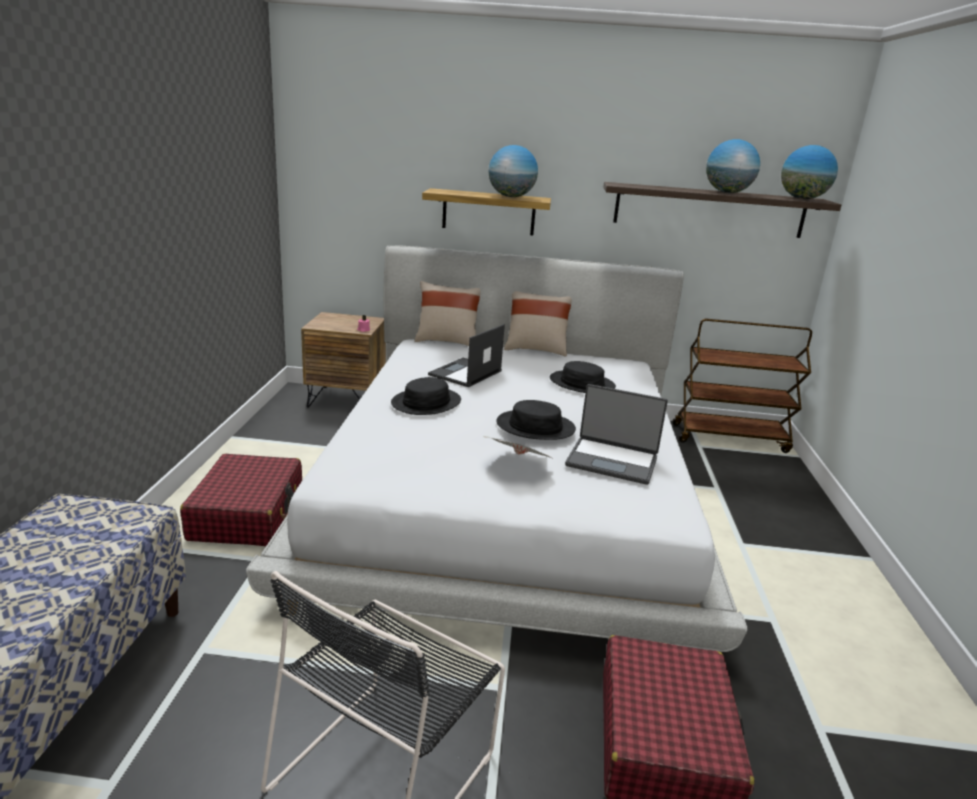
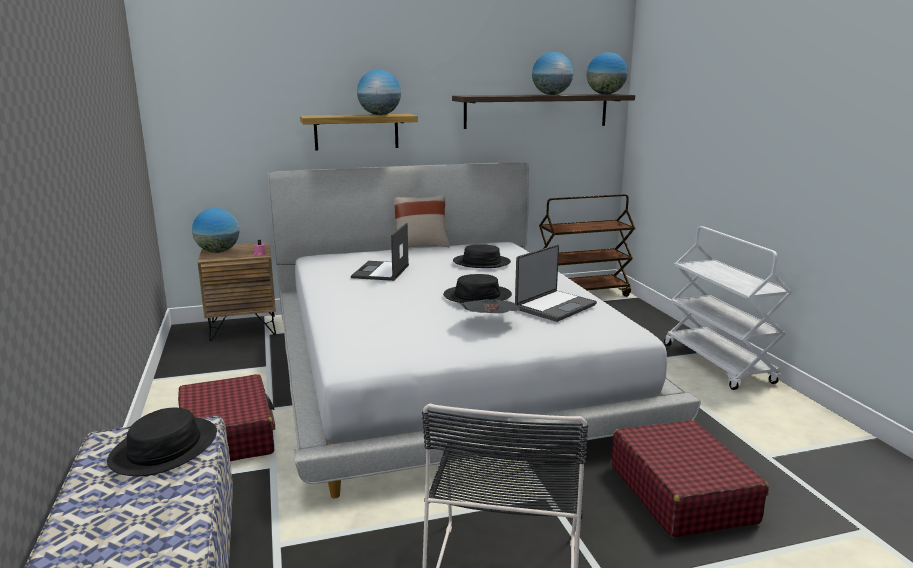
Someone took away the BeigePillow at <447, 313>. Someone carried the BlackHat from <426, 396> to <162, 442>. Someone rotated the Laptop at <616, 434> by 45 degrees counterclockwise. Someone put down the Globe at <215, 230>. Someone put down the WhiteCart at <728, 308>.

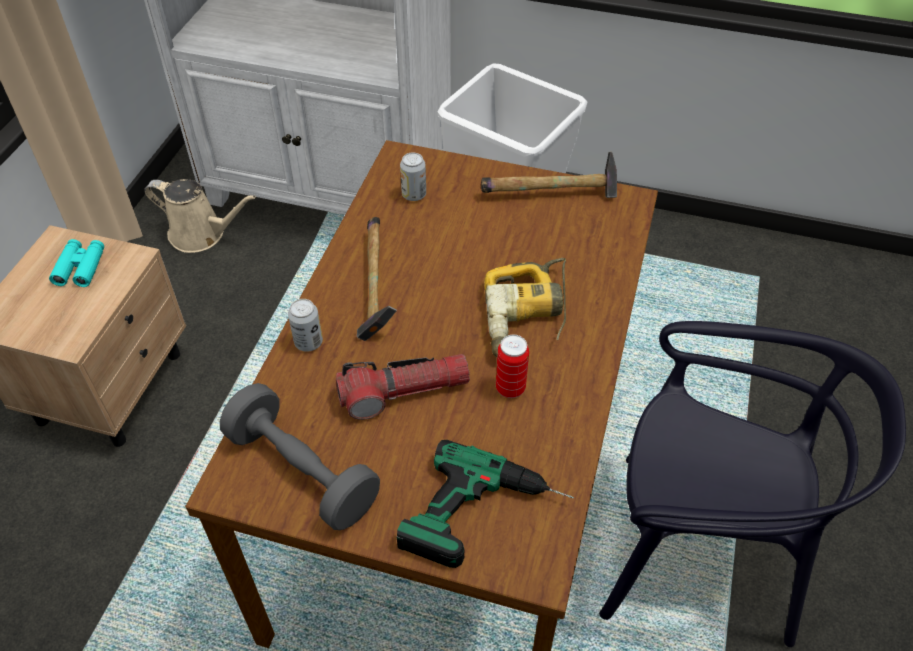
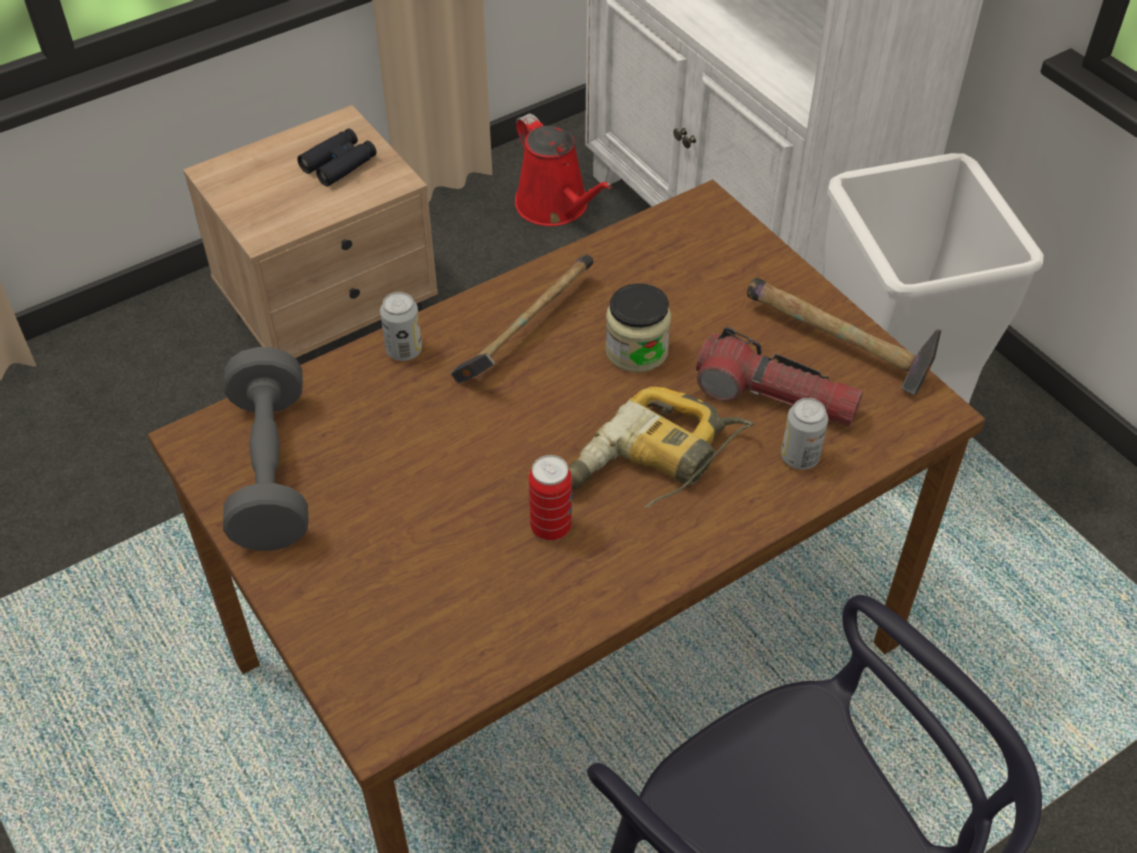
Someone carried the Can from <413, 176> to <804, 434>. Someone repainted the BeigeWateringCan at <200, 216>, which became the RedWateringCan at <563, 169>. Someone repainted the TurquoiseBinoculars at <76, 263>, which became the BlackBinoculars at <337, 157>. Someone carried the Flashlight from <403, 387> to <779, 376>. Someone took away the PowerDrill at <485, 504>. Someone put down the Jar at <638, 327>.

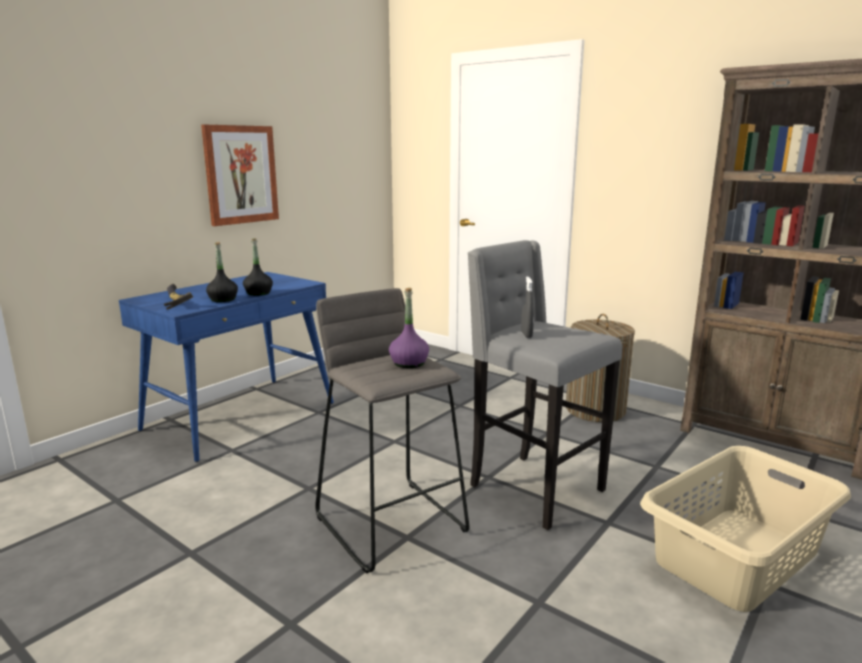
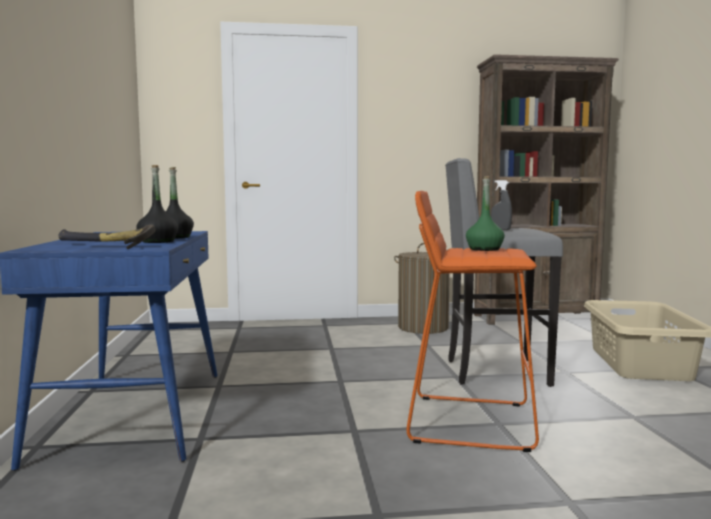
Someone took away the Picture at <240, 175>. Someone repainted the GreyStool at <392, 430>, which became the OrangeStool at <473, 321>. Someone repainted the PurpleBottle at <409, 328>, which became the GreenBottle at <485, 213>.

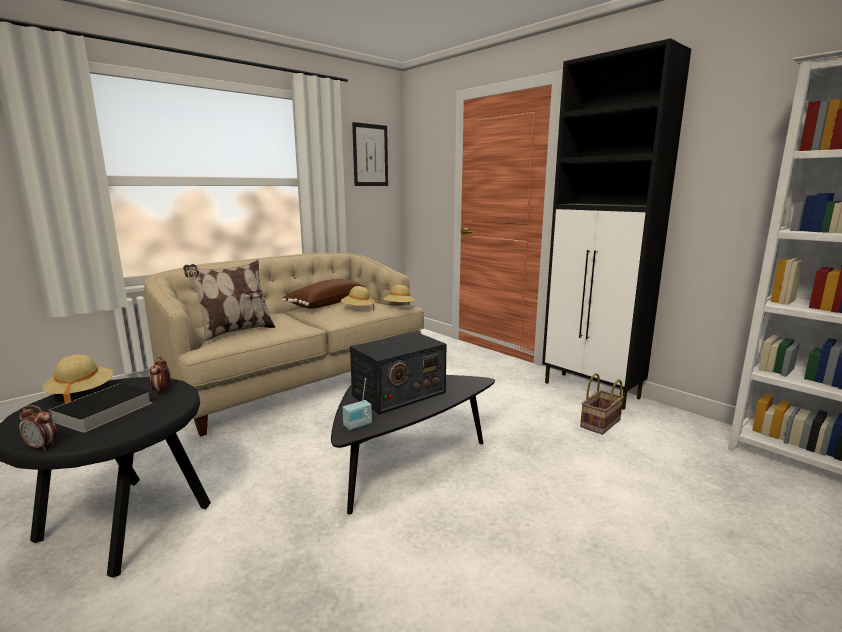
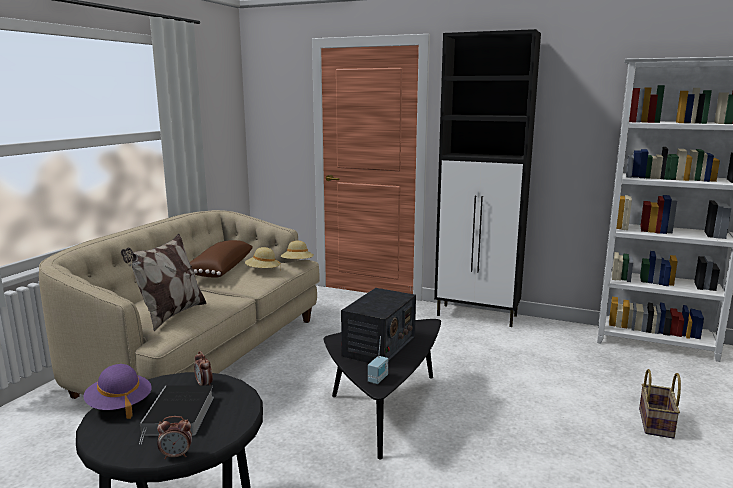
Someone took away the Picture at <370, 154>. Someone repainted the BeigeHat at <78, 379>, which became the PurpleHat at <117, 391>. Someone carried the Basket from <602, 404> to <660, 404>.

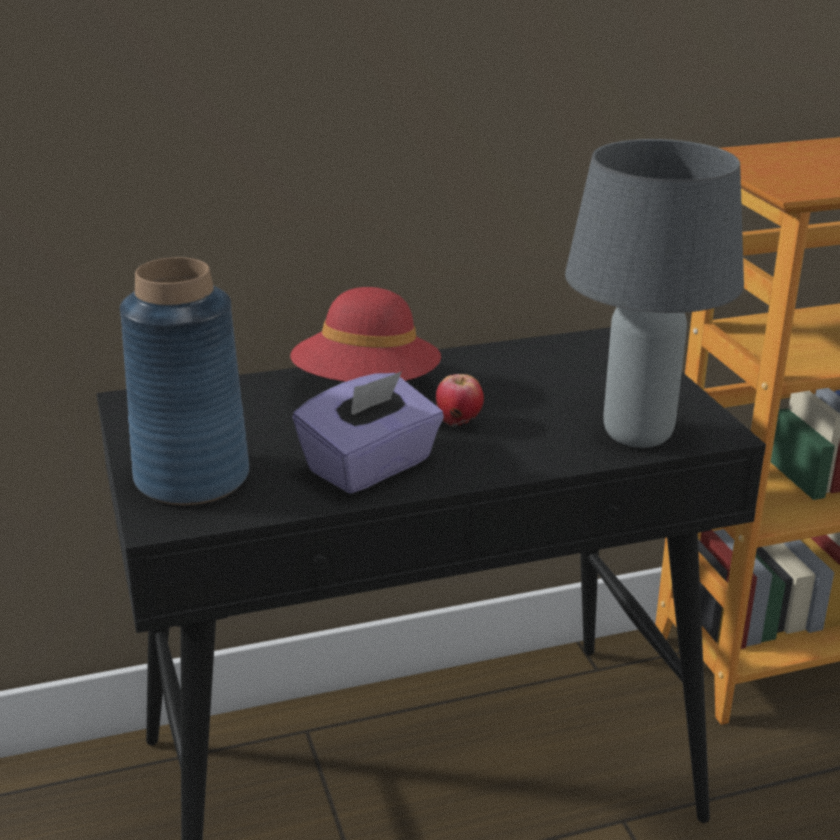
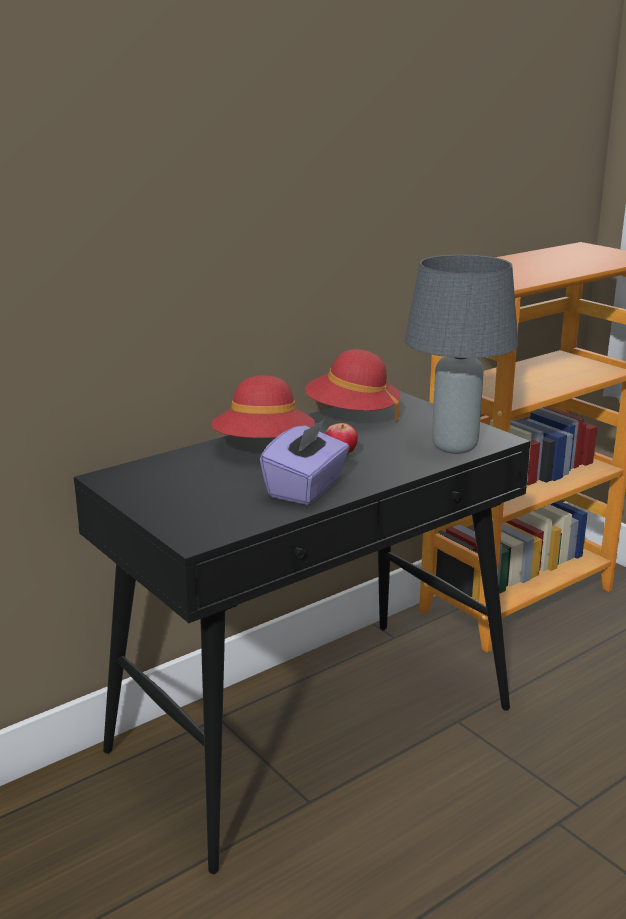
Someone took away the BlueVase at <184, 381>. Someone put down the RedHat at <353, 385>.

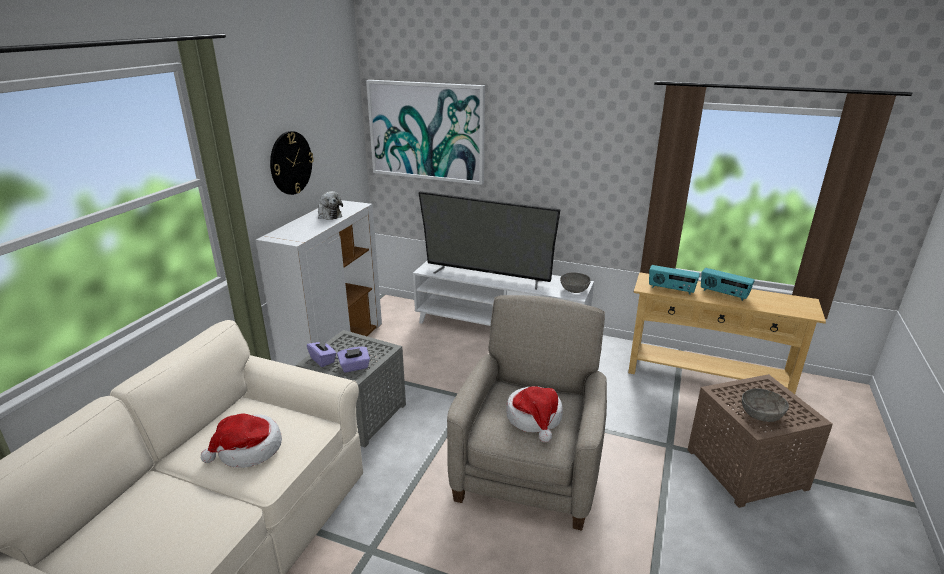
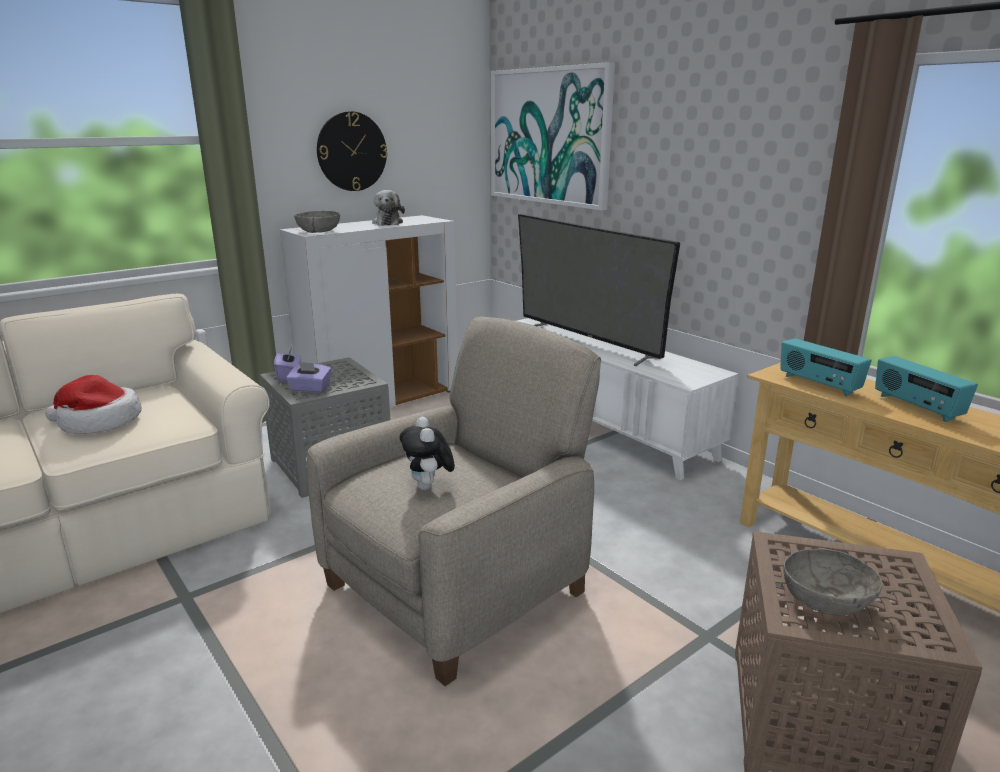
Someone carried the GreyBowl from <575, 282> to <317, 222>. Someone swapped the Hat at <534, 414> for the PlushToy at <427, 453>.

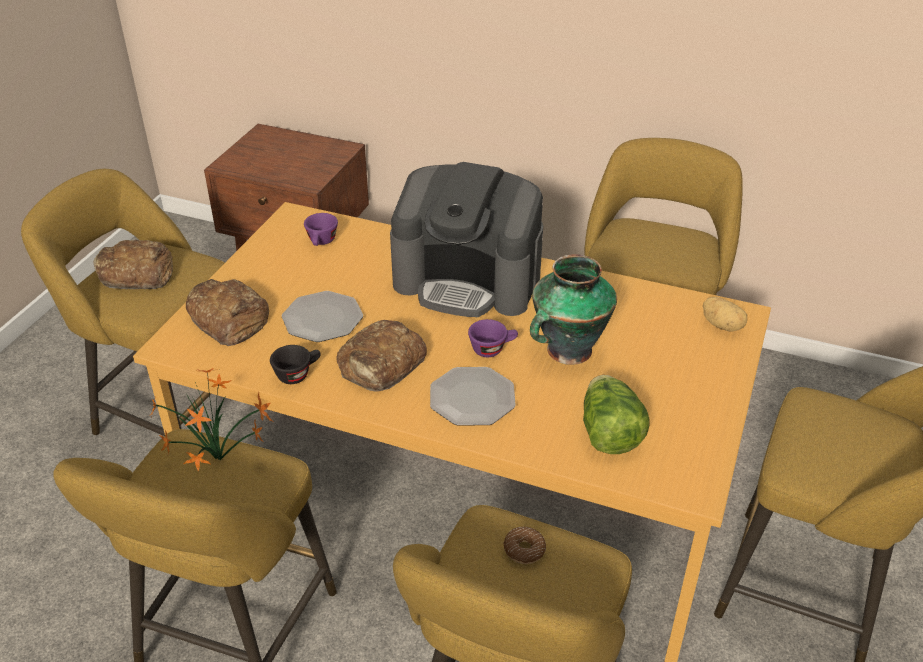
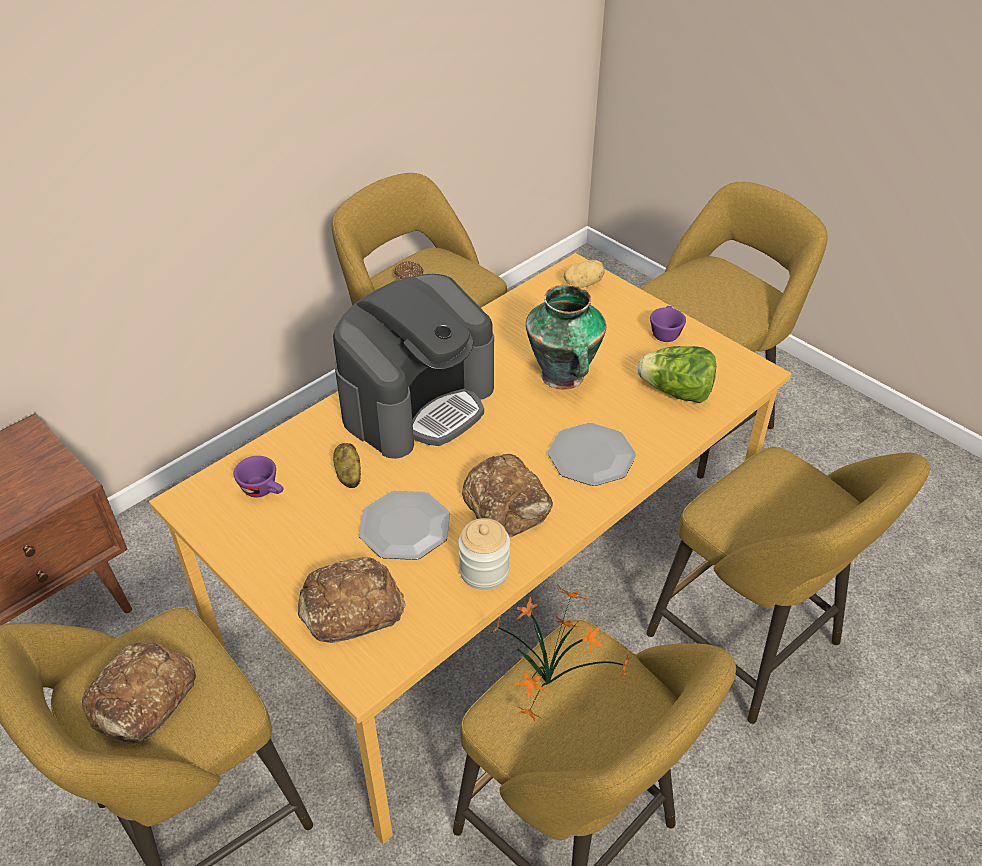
Someone carried the PurpleCup from <493, 338> to <668, 324>. Someone swapped the BlackCup at <295, 364> for the Jar at <484, 554>. Someone carried the Donut from <524, 545> to <409, 270>. Someone put down the Potato at <347, 465>.

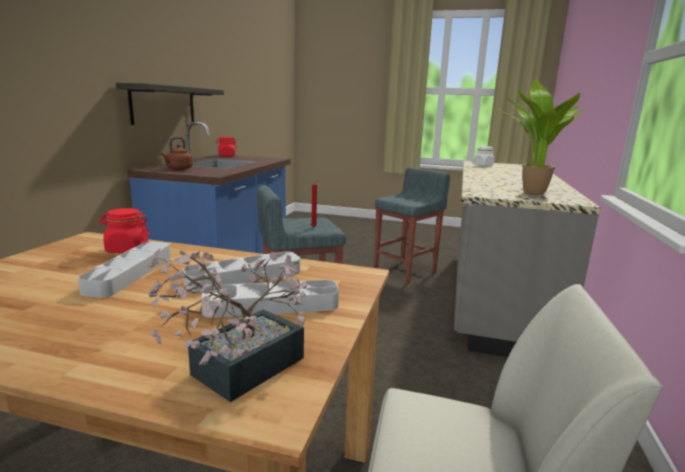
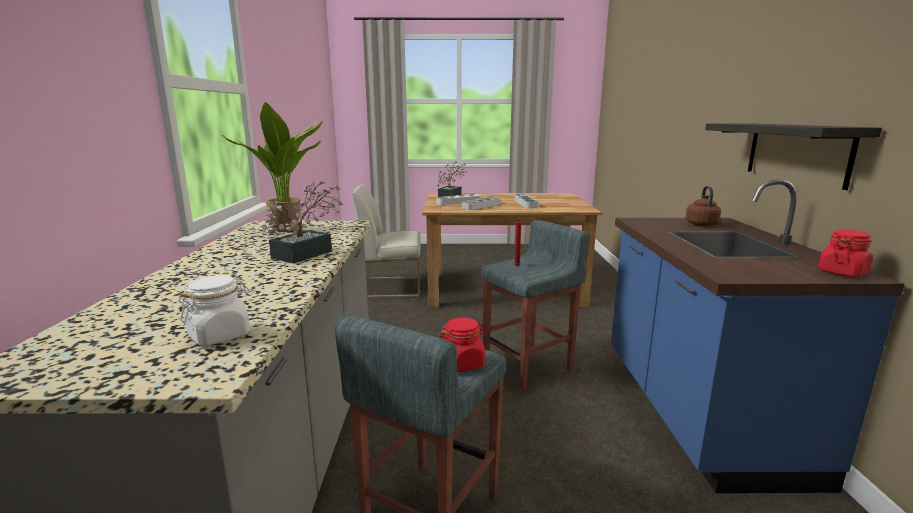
Someone carried the RedJar from <124, 230> to <463, 344>. Someone put down the PottedPlant at <302, 221>.

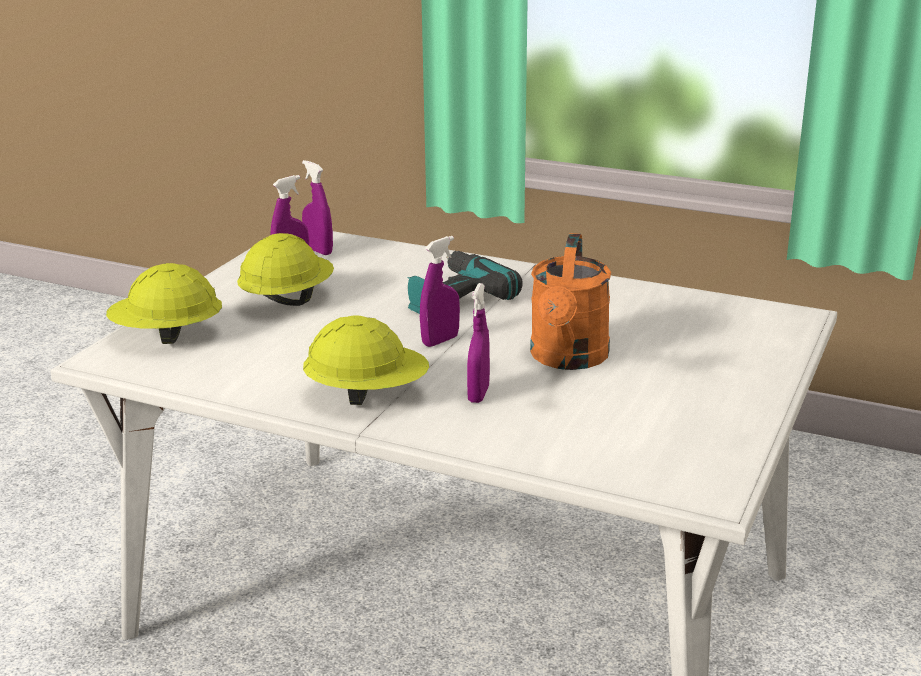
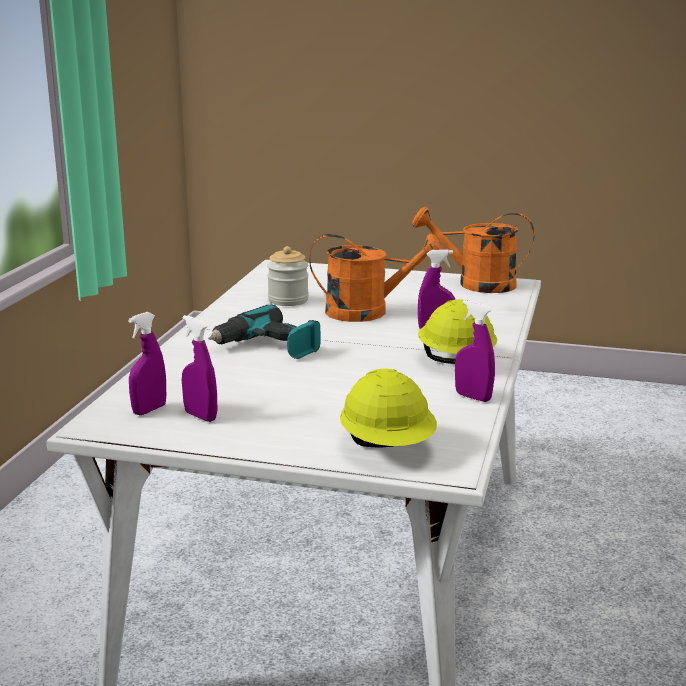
Someone took away the YellowHardHat at <285, 269>. Someone carried the PurpleSprayBottle from <440, 291> to <475, 351>. Someone put down the OrangeWateringCan at <473, 249>. Someone put down the Jar at <288, 276>.

